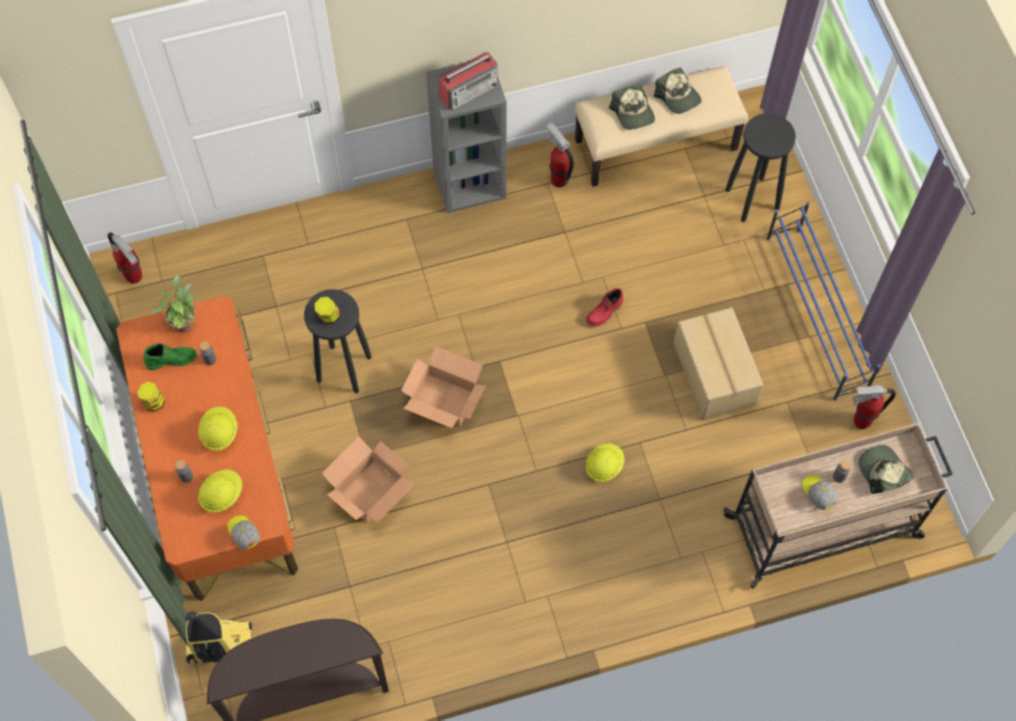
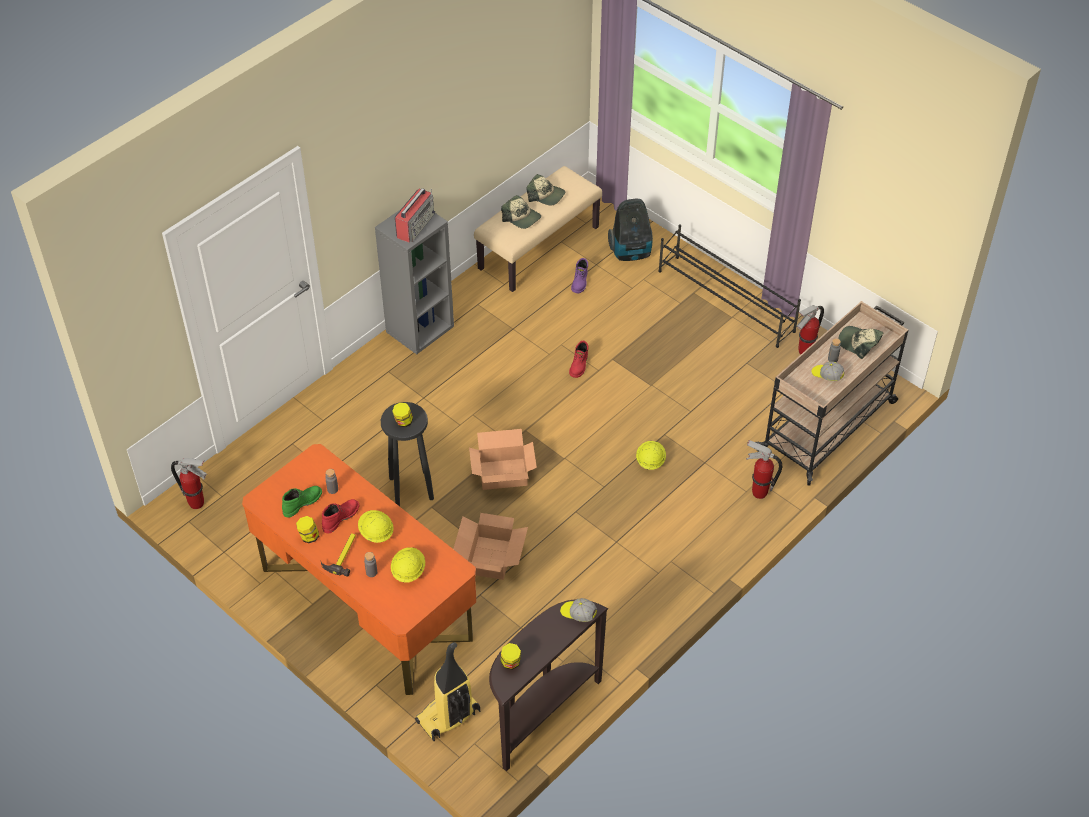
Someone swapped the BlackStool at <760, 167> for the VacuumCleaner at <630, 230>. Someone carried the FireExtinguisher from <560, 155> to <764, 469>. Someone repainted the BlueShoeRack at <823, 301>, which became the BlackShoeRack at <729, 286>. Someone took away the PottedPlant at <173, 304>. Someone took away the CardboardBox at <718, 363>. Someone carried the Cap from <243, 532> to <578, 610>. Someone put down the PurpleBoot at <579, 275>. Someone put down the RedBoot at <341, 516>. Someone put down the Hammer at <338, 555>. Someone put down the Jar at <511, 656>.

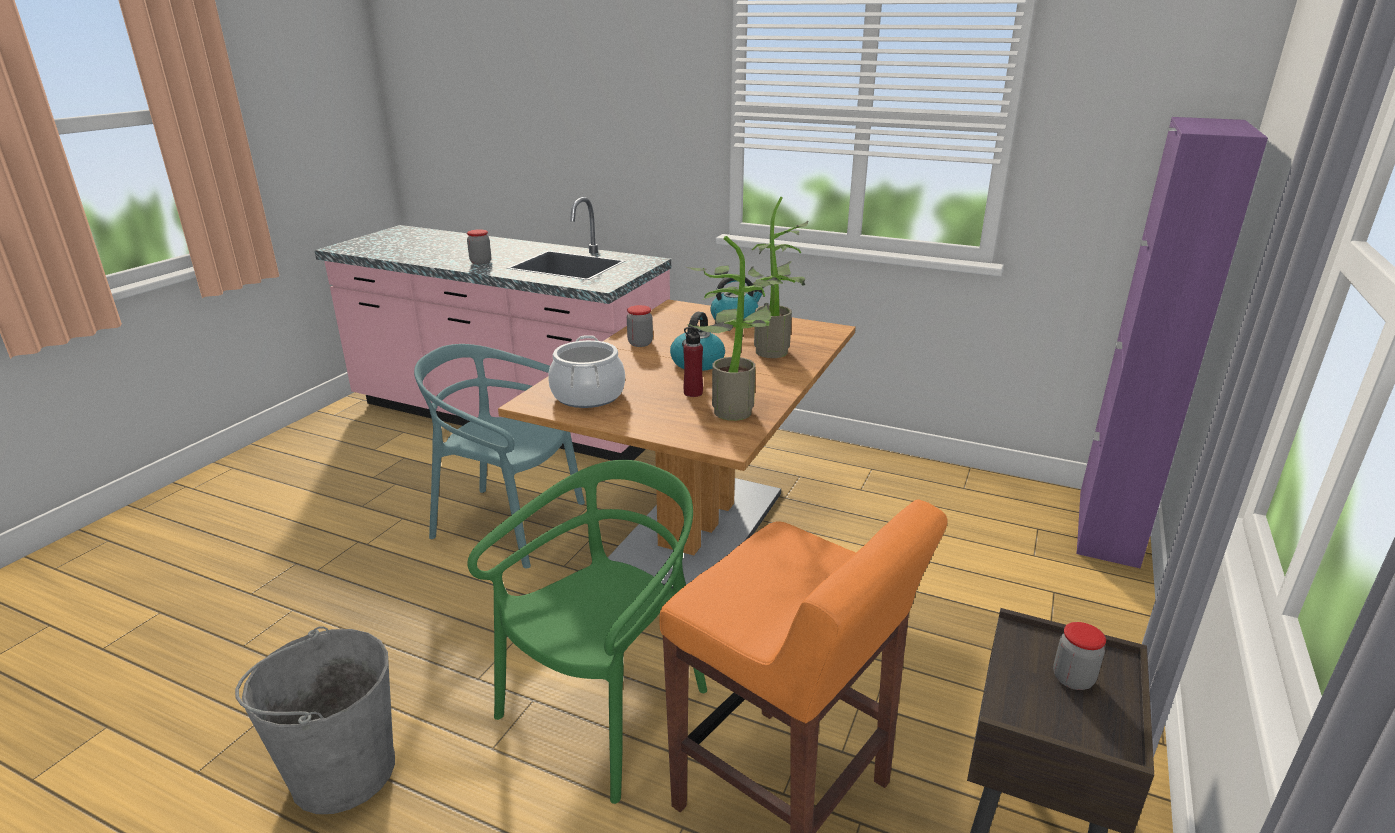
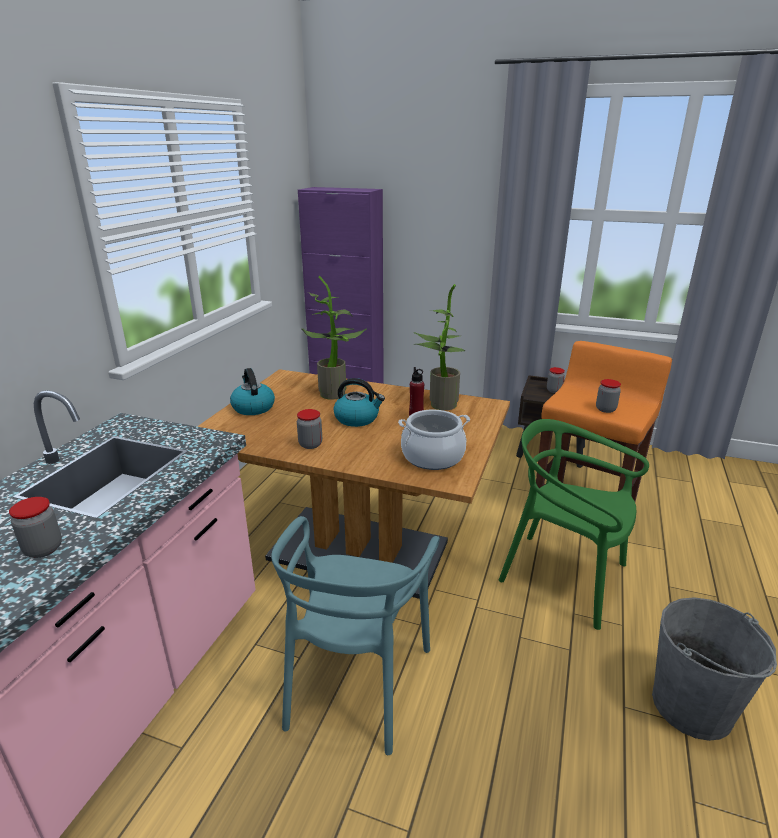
Someone put down the Jar at <608, 396>.

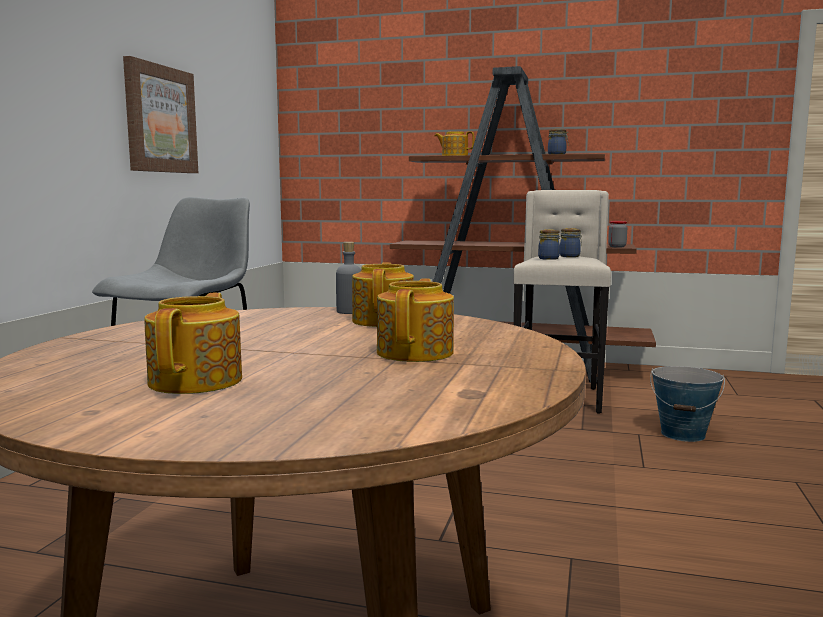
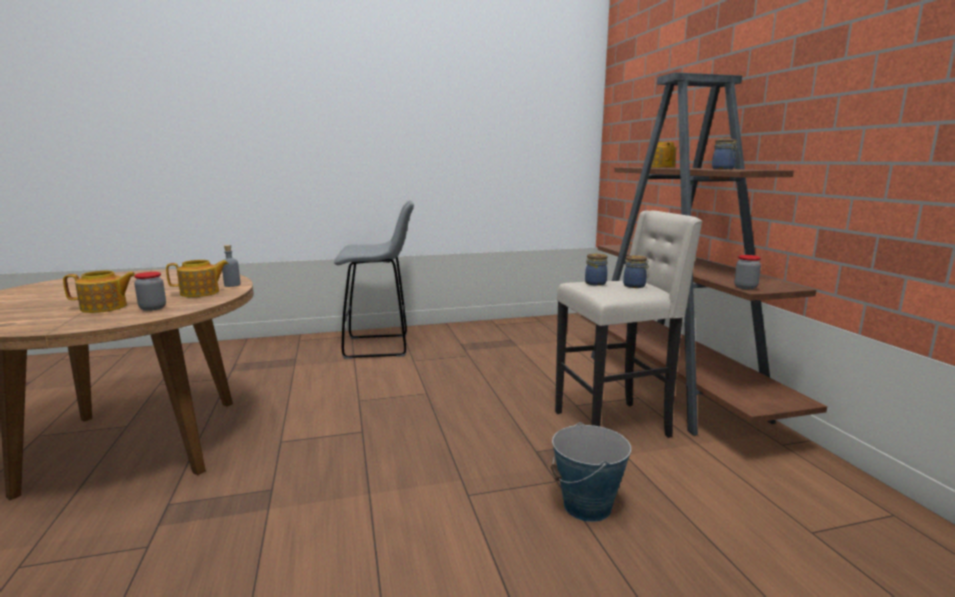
Someone took away the Picture at <160, 114>. Someone took away the Teapot at <193, 343>. Someone put down the Jar at <150, 291>.

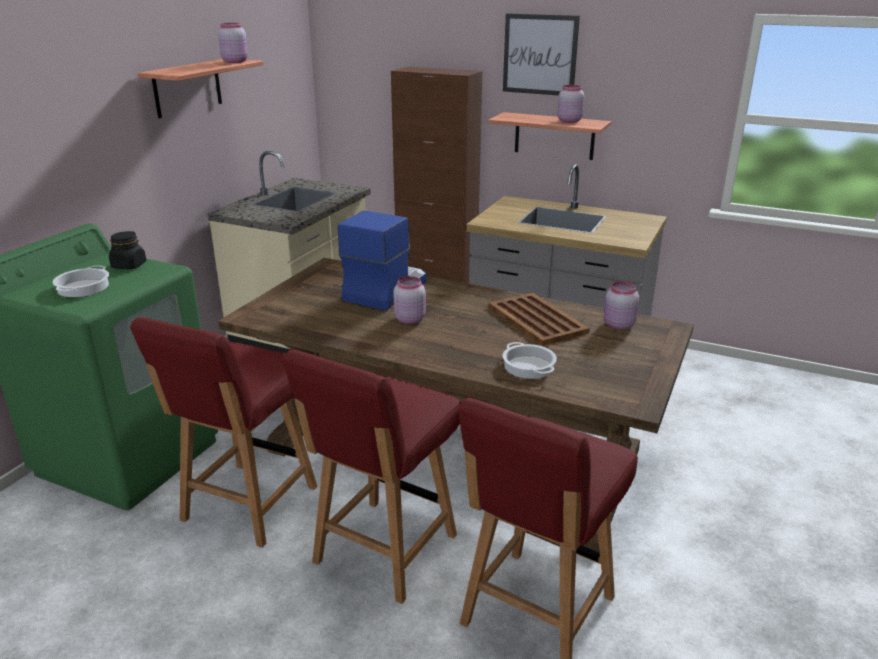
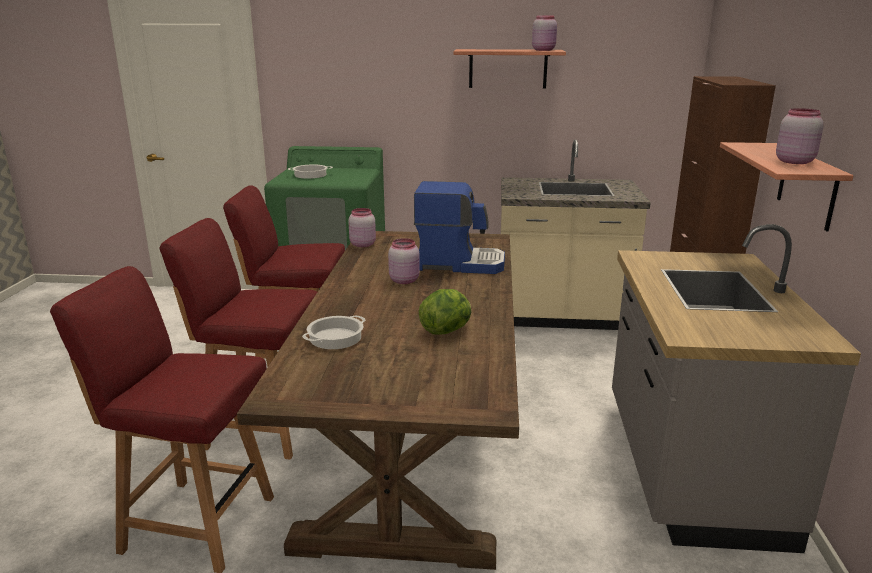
Someone took away the Picture at <541, 54>. Someone took away the BlackJar at <127, 250>. Someone carried the PinkJar from <621, 305> to <362, 227>. Someone swapped the BrownTray at <539, 319> for the Lettuce at <445, 312>.

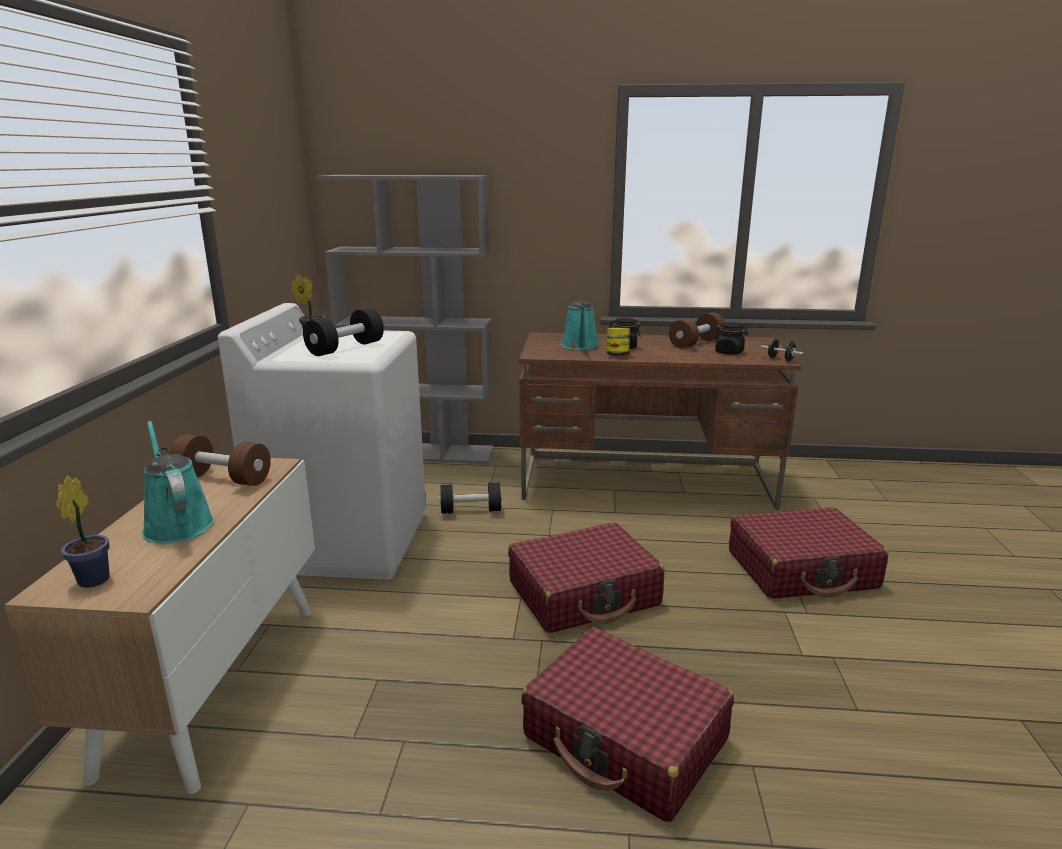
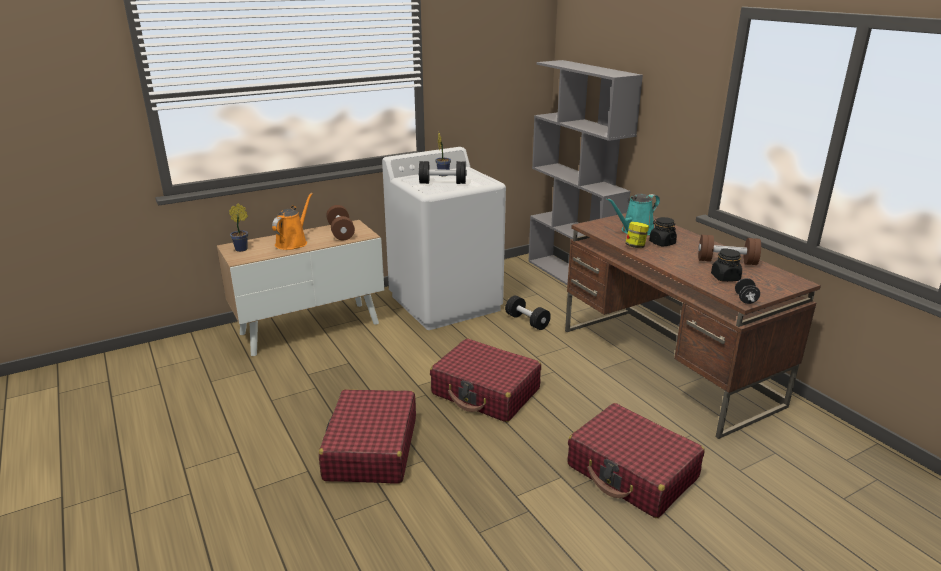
Someone repainted the TurquoiseWateringCan at <178, 482>, which became the OrangeWateringCan at <292, 221>.

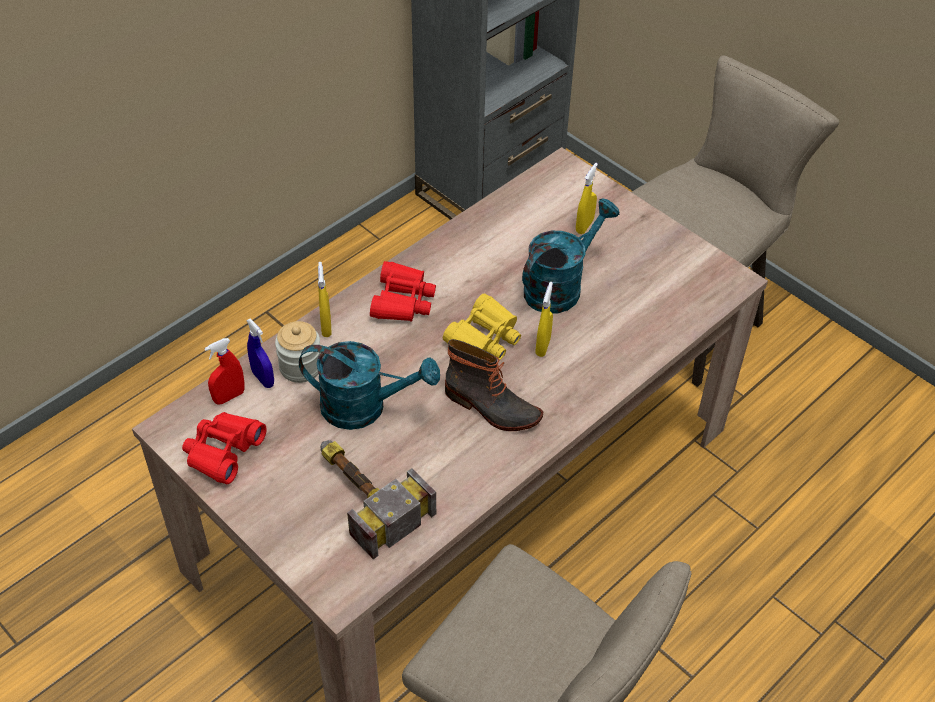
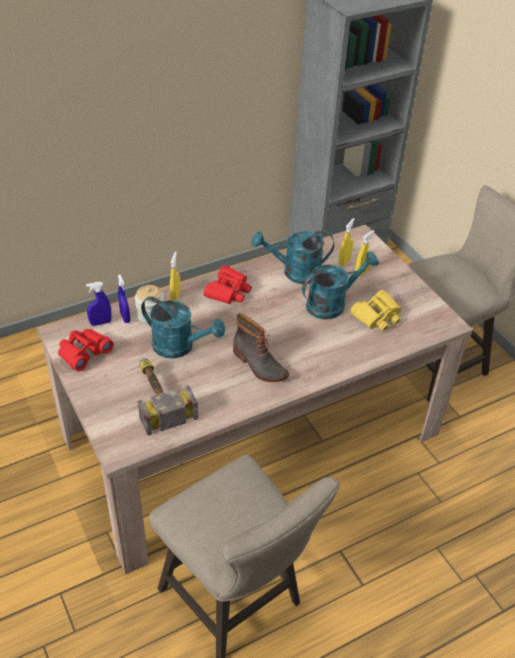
Someone carried the YellowSprayBottle from <544, 319> to <347, 242>. Someone carried the YellowBinoculars from <482, 326> to <375, 311>. Someone repainted the RedSprayBottle at <224, 371>, which became the BlueSprayBottle at <99, 304>. Someone put down the TurquoiseWateringCan at <292, 257>.

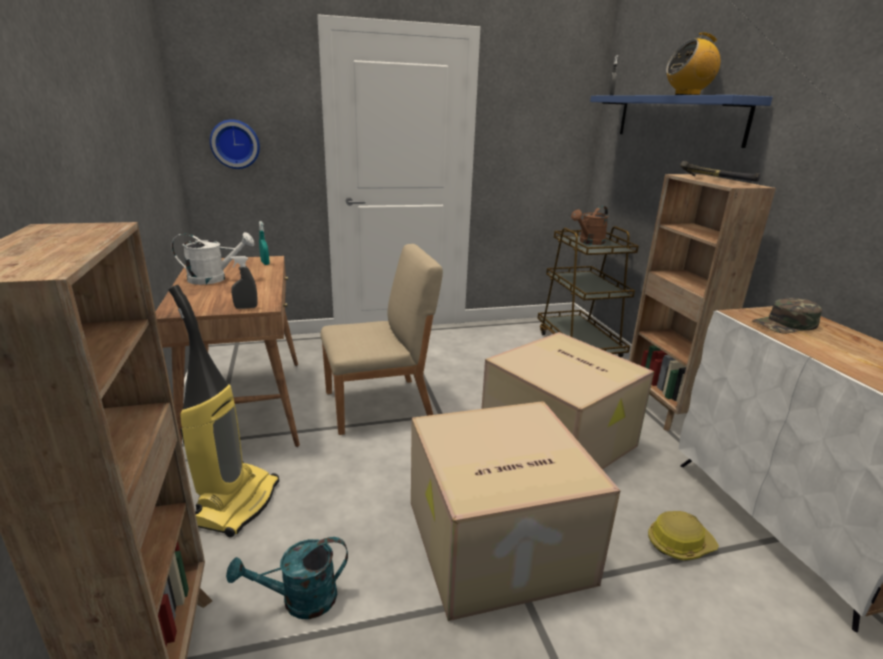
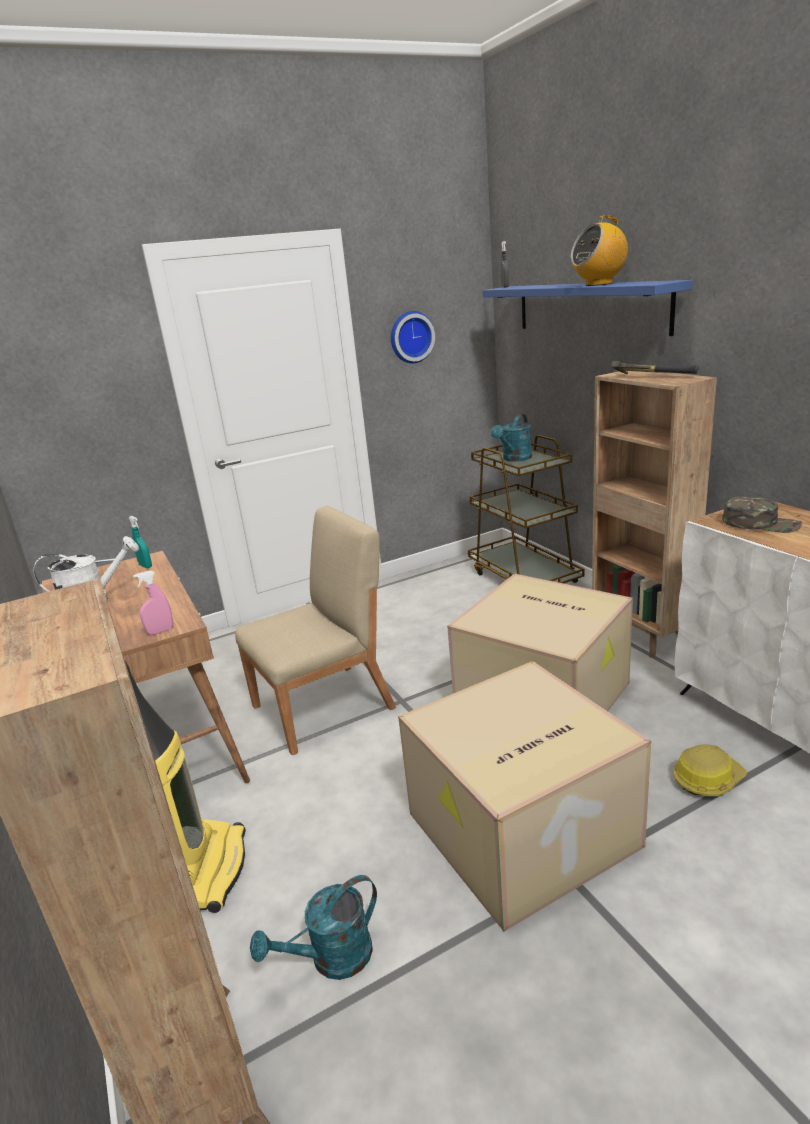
Someone carried the WallClock from <235, 144> to <413, 337>. Someone repainted the BrownWateringCan at <589, 225>, which became the TurquoiseWateringCan at <511, 438>. Someone repainted the GreySprayBottle at <244, 282>, which became the PinkSprayBottle at <153, 602>. Someone rotated the GreenCap at <787, 316> by 120 degrees counterclockwise.

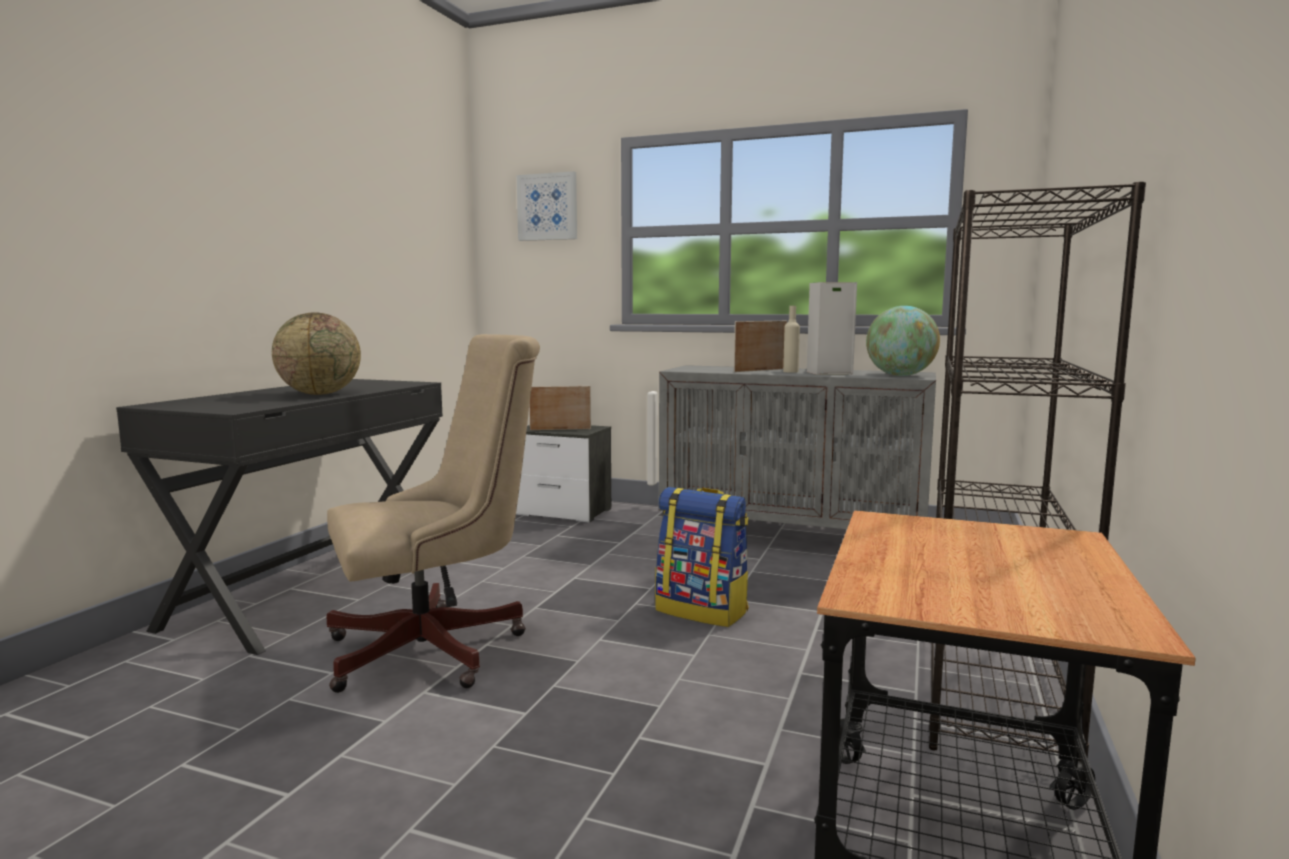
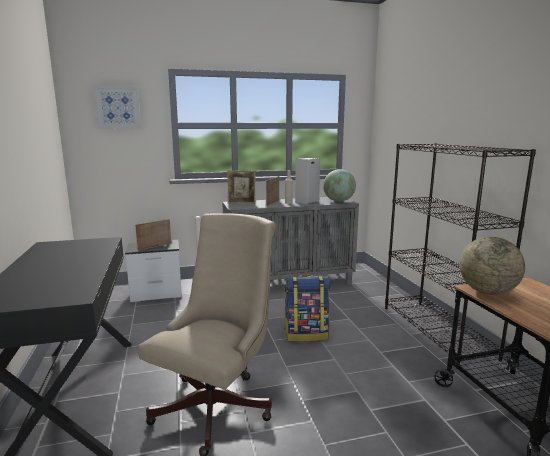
Someone carried the Globe from <316, 353> to <492, 266>. Someone put down the PictureFrame at <242, 186>.

